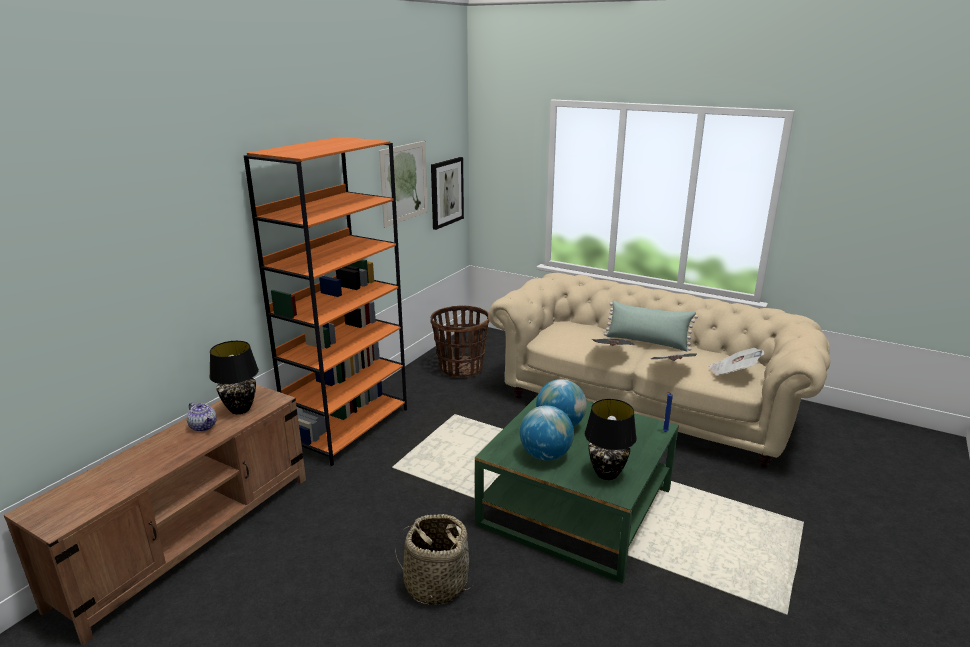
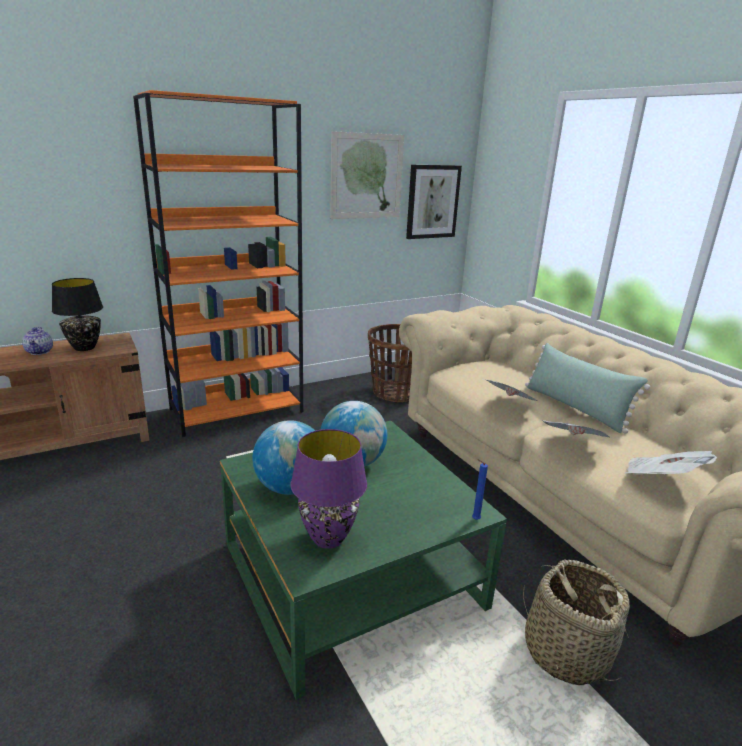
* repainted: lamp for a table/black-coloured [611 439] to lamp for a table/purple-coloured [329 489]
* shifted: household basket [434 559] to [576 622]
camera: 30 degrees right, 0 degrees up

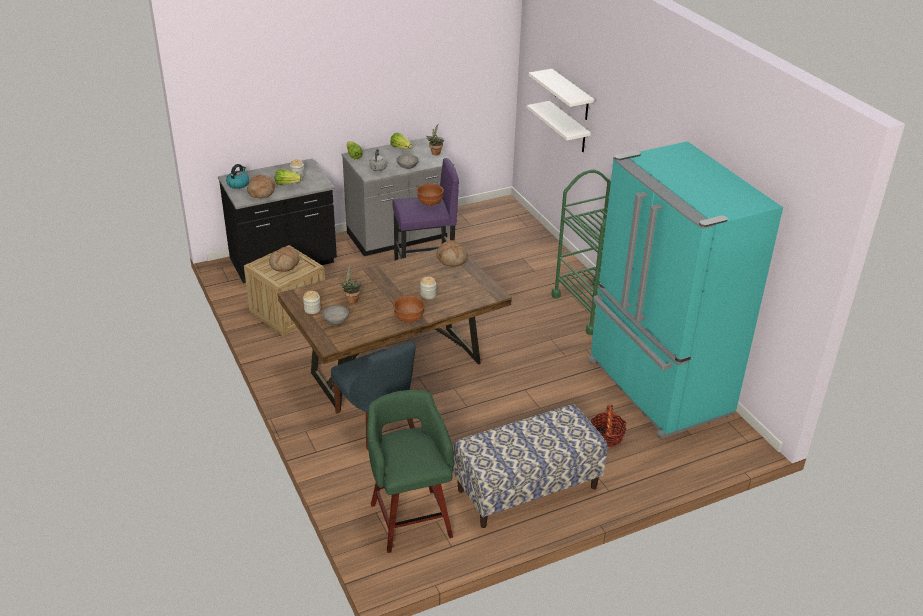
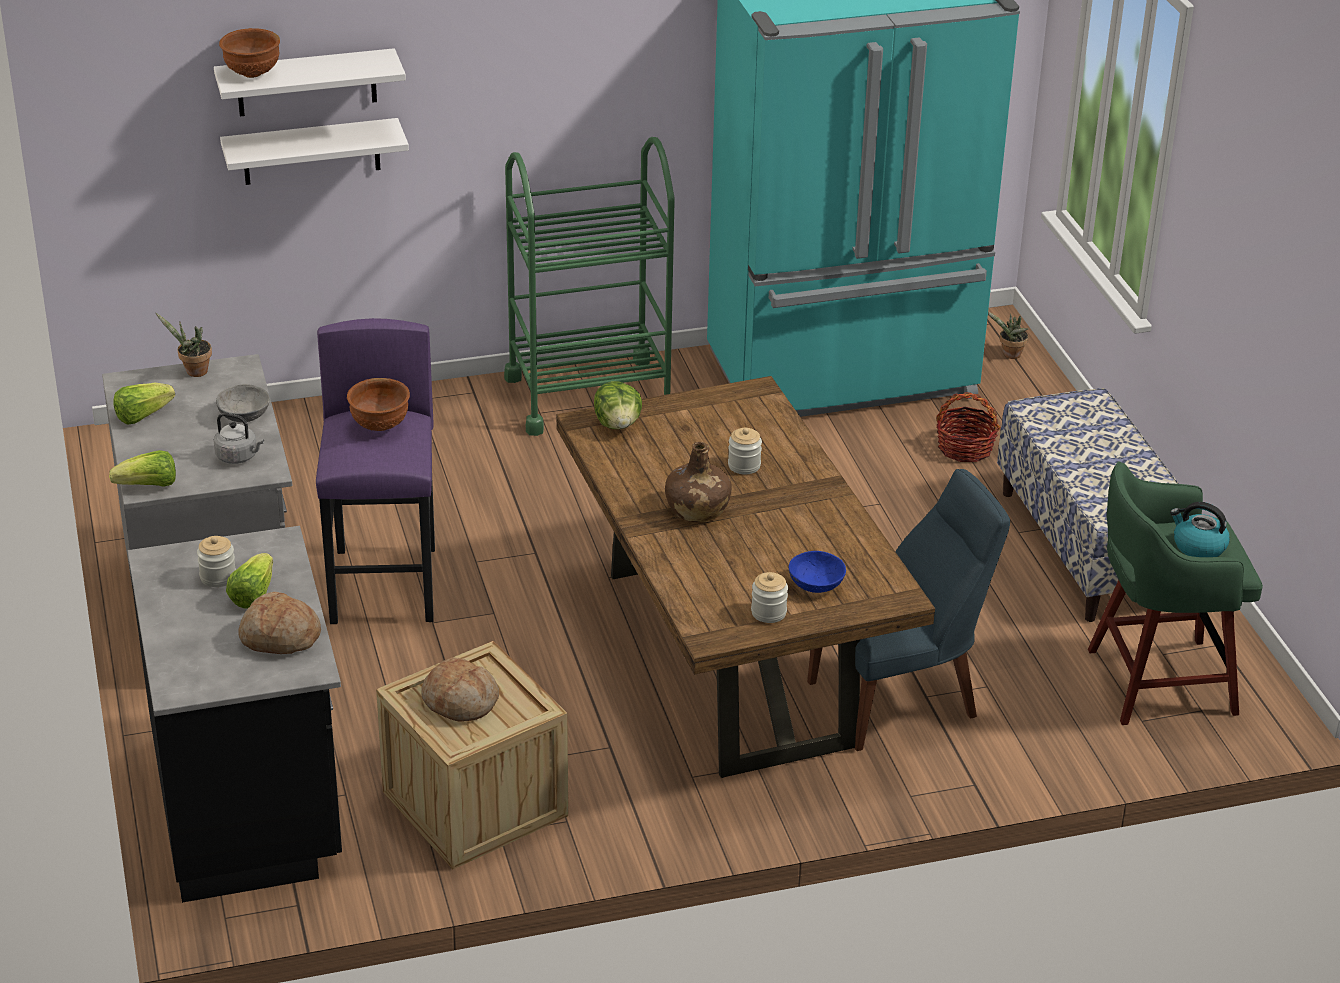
* shifted: water kettle [237 176] to [1200 529]
* swapped: bakery bread [452 253] to lettuce head [618 405]
* shifted: houseplant [350 284] to [1008 335]
* shifted: bowl/brown-coloured [409 309] to [249 53]
* repainted: bowl/grey [335 315] to bowl/bluish [817 572]
* new: beverage bottle/brown-coloured [698 482]
camera: 80 degrees left, 0 degrees up

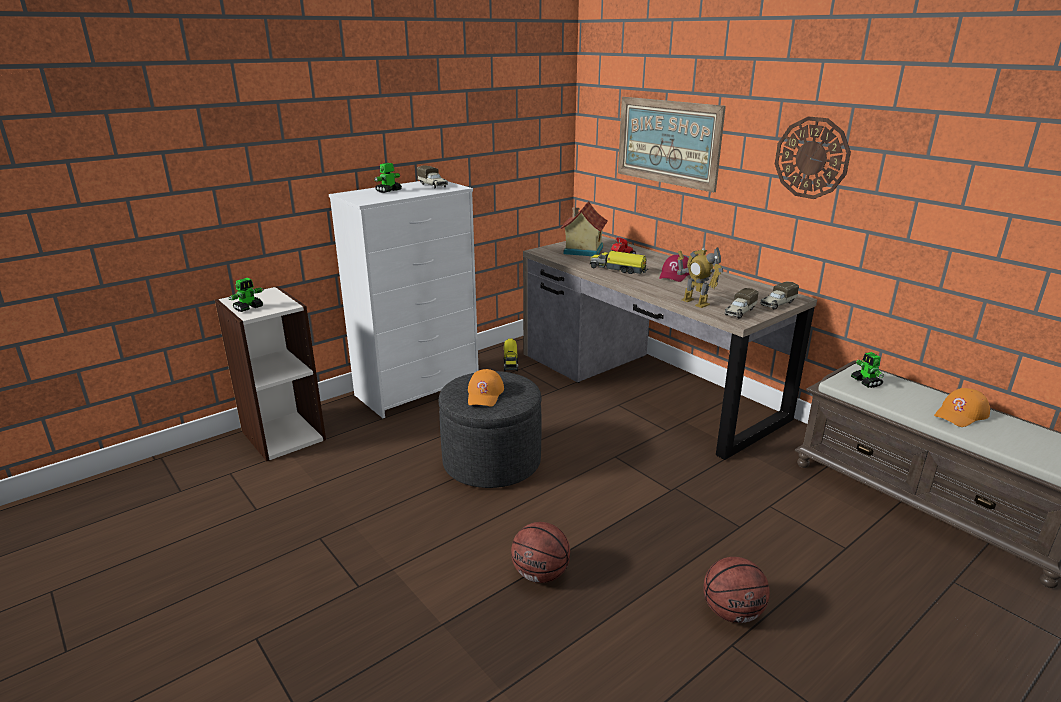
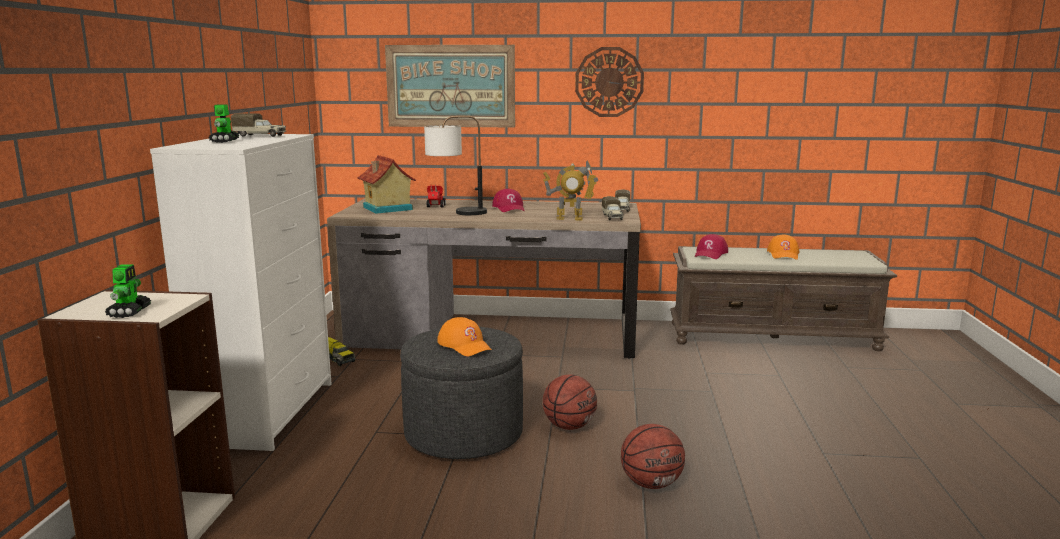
* swapped: model truck [619 262] to lamp for a table [455 165]
* swapped: model robot [867 370] to baseball cap/red [711 246]
* shifted: basketball [736 590] to [570 402]
camera: 45 degrees left, 10 degrees down

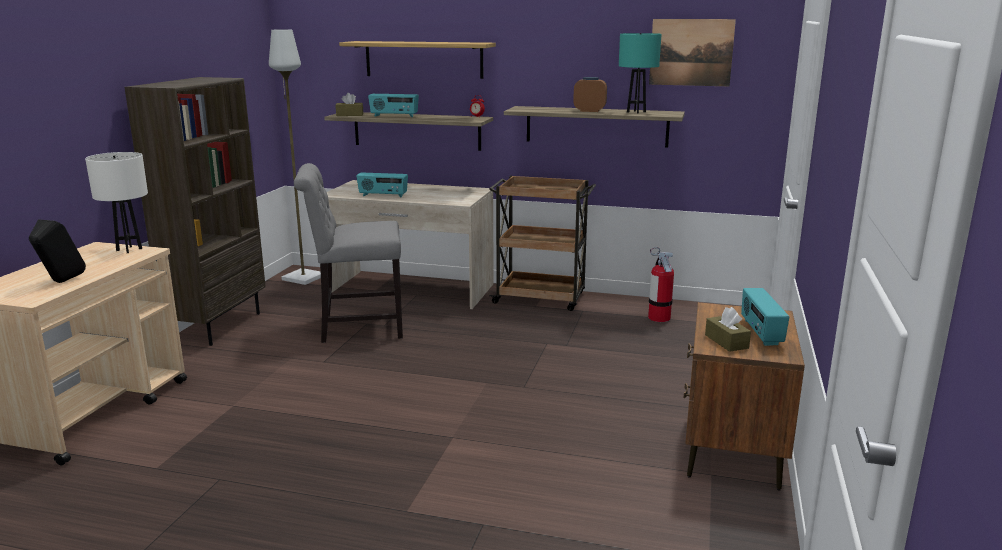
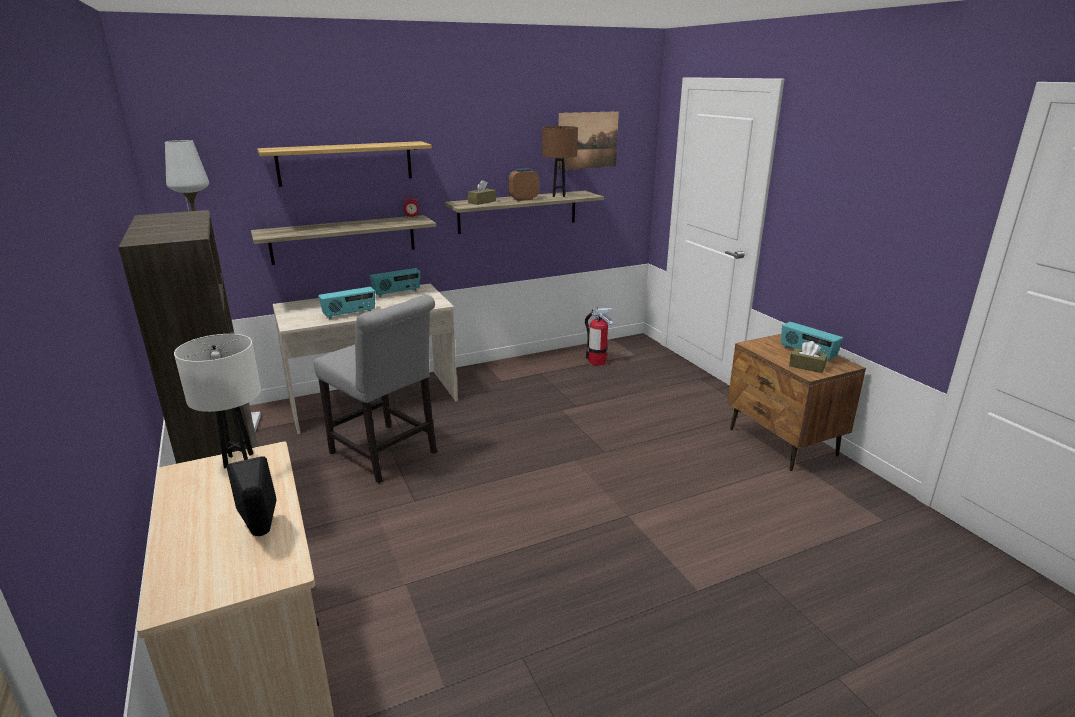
* repainted: lamp for a table/turquoise [640 73] to lamp for a table/brown-coloured [560 161]
* shifted: tissue holder/brown-coloured [349 104] to [482 192]
* shifted: radio [393 105] to [395 282]
* rotated: plain chair/grey [348 253] = [375 389] 90 degrees counterclockwise
* gone: cart/brown-coloured [542 243]
camera: 40 degrees left, 5 degrees up

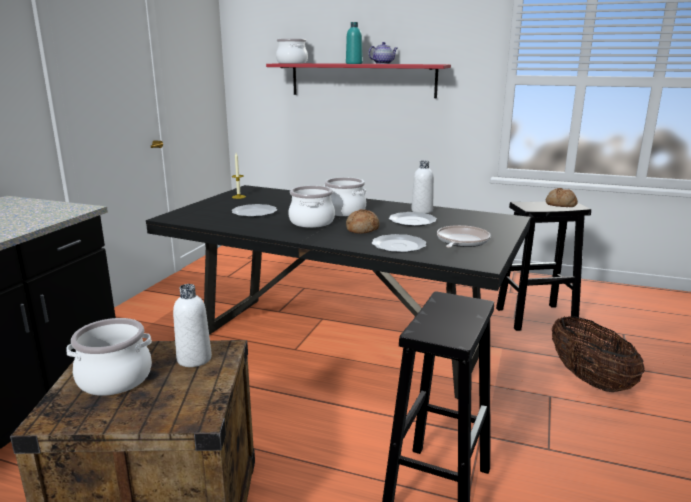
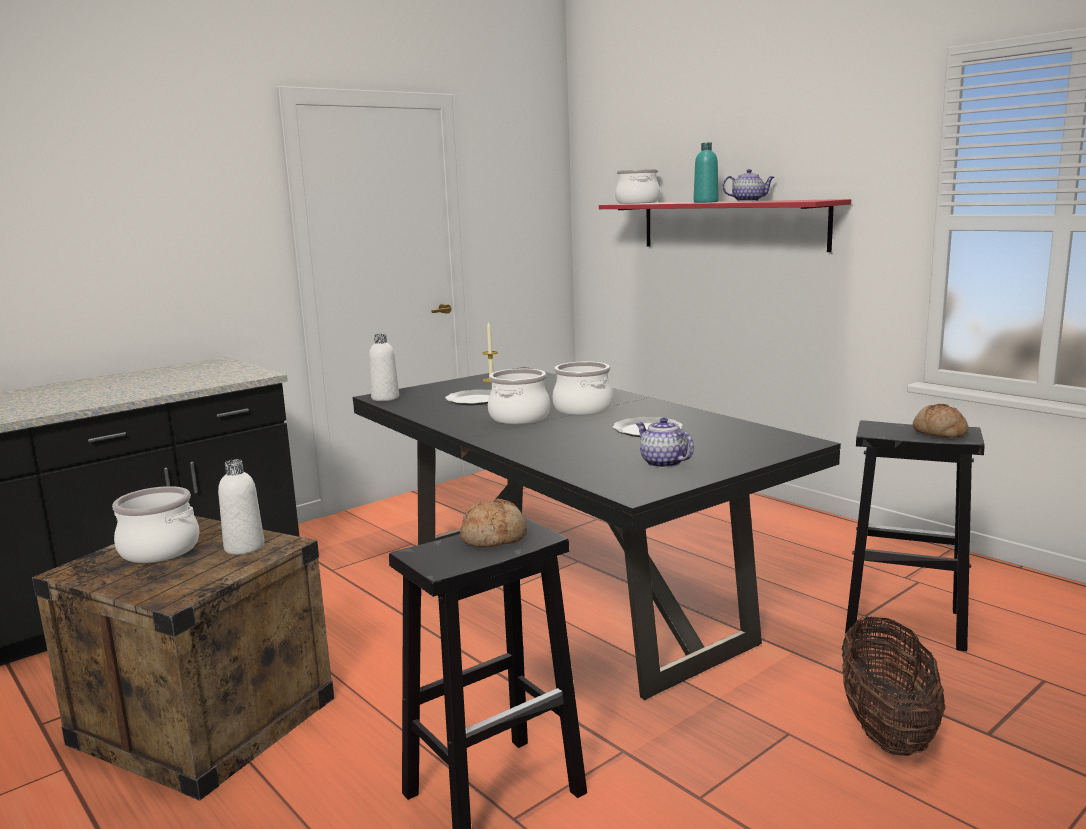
* shifted: beverage bottle/white [422 187] to [384 367]
* shifted: bakery bread [363 221] to [493 522]
* swapped: pan [464 236] to pot for tea [665 443]
* gone: plate [399 243]
camera: 30 degrees right, 5 degrees down

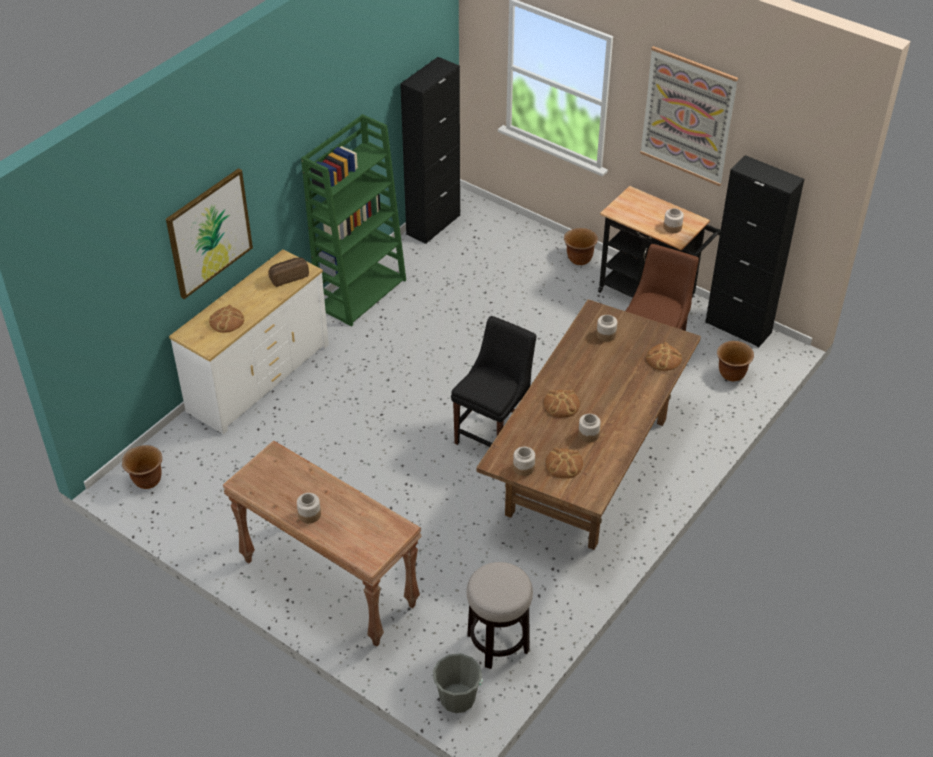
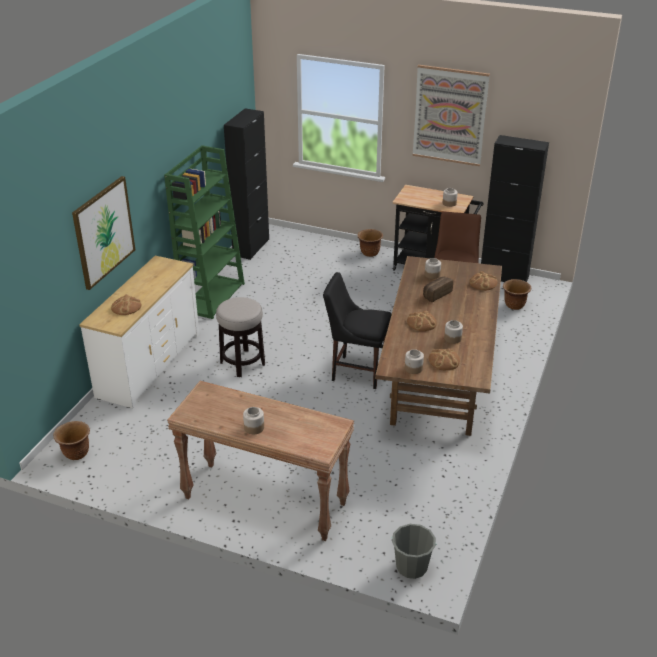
* shifted: bakery bread [288 272] to [438 289]
* rotated: plain chair/black-coloured [493 381] = [357 330] 90 degrees counterclockwise
* shifted: stool [499 615] to [240 337]
camera: 15 degrees left, 10 degrees down

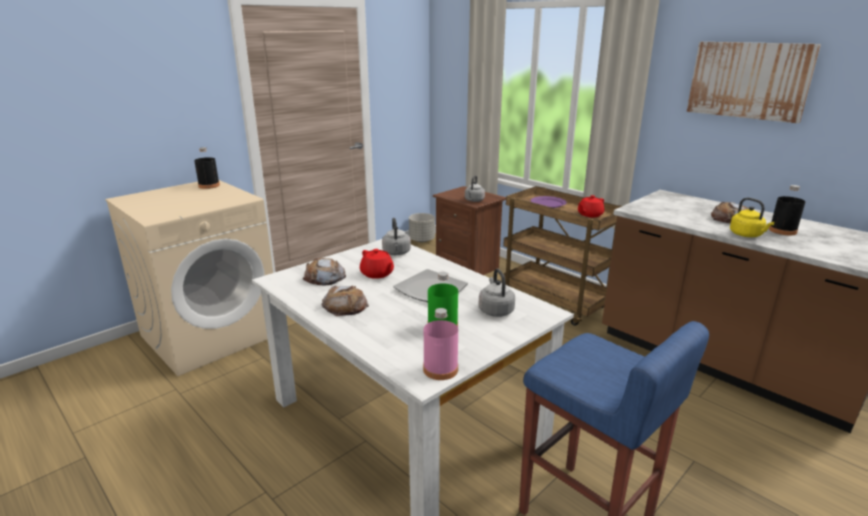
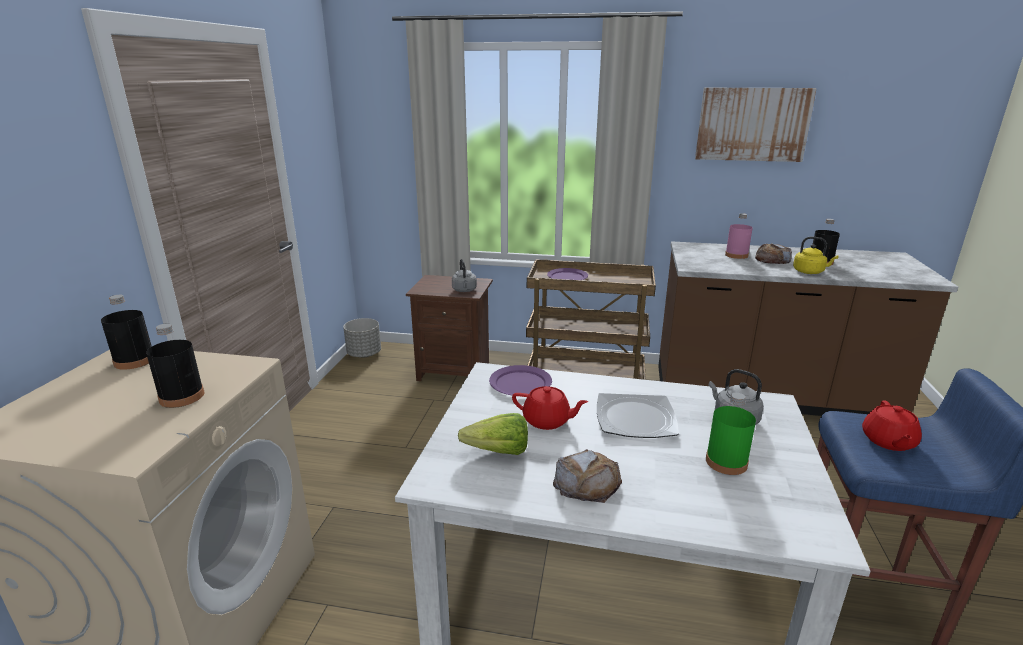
* shifted: pot for tea/red [591 206] to [892 426]
* swapped: water kettle/grey [396 236] to plate/purple-coloured [520 380]
* swapped: bakery bread [324 272] to lettuce head [493 434]
* shifted: beverage bottle/pinkish [440 344] to [739 236]
* new: beverage bottle/black-coloured [175 365]
camera: 35 degrees left, 0 degrees up

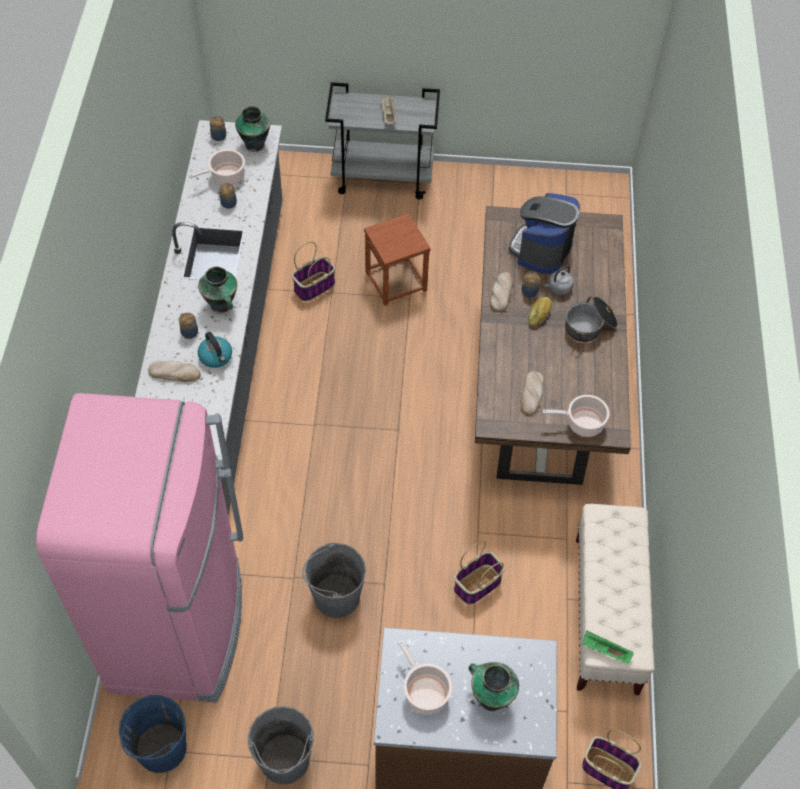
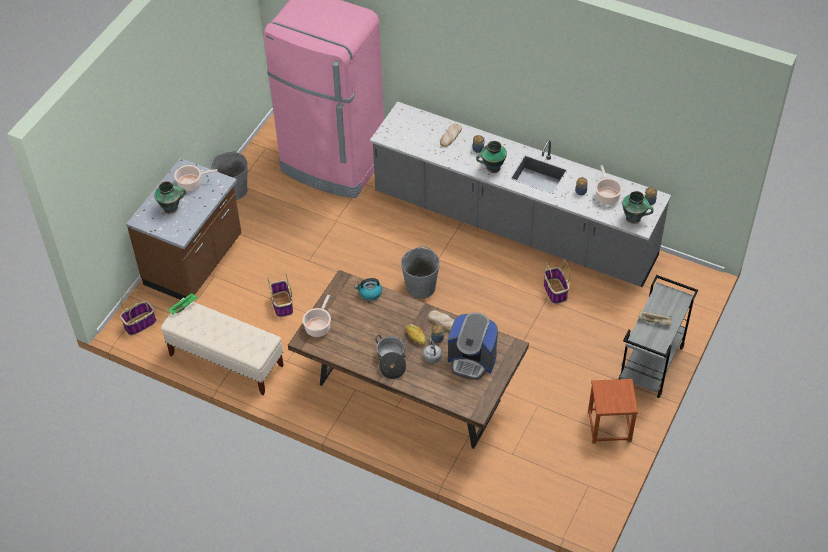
* rotated: coffee machine [544 233] = [473 346] 150 degrees clockwise
* shifted: stool/brown-coloured [397 260] to [613 411]
* shifted: water kettle [215 350] to [368 289]
* gone: bakery bread [532 393]
* shifted: bucket/grey [334 580] to [420 272]
* gone: bucket/bluish [153 734]
camera: 115 degrees right, 5 degrees down

